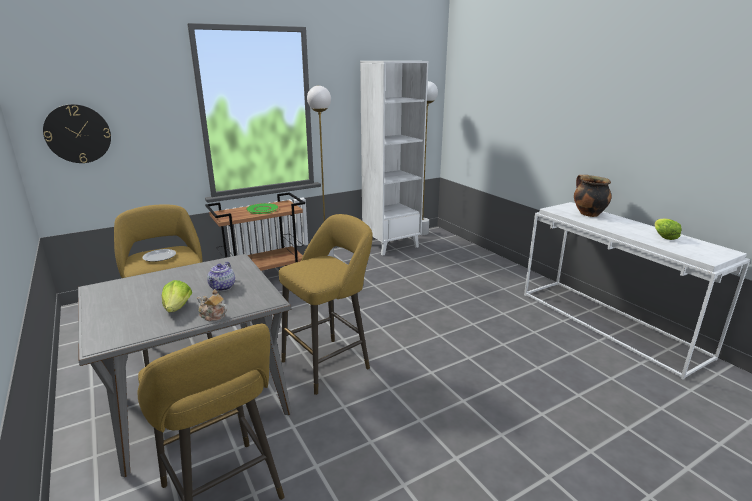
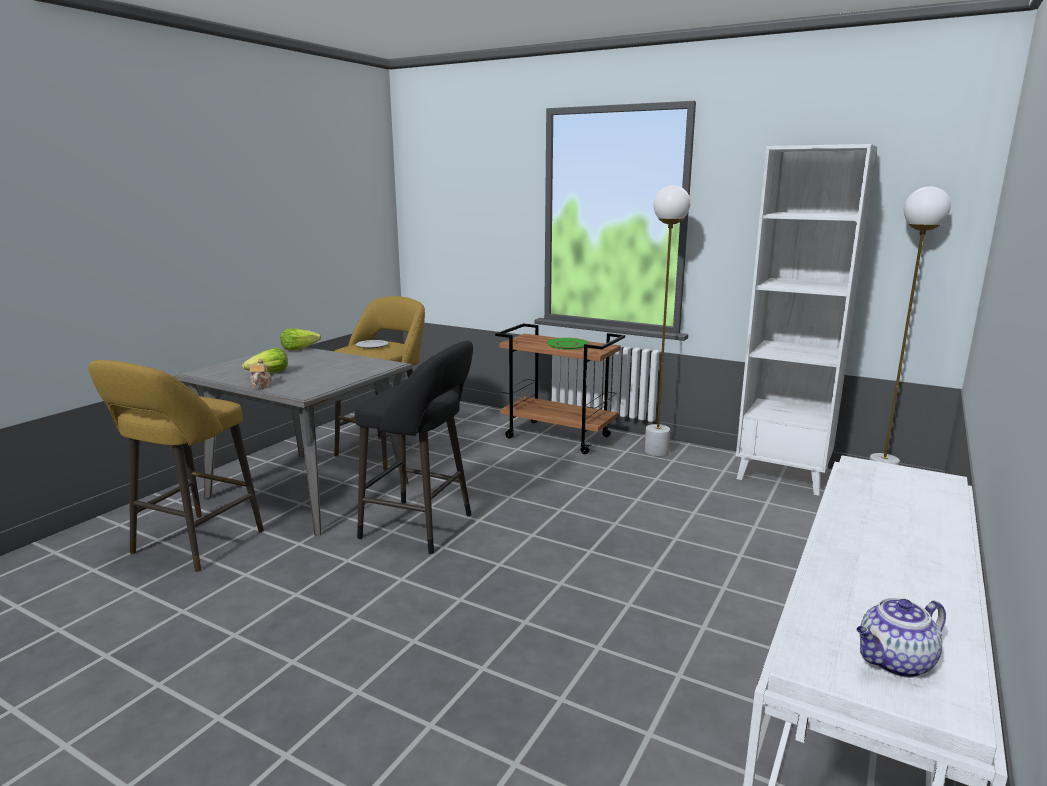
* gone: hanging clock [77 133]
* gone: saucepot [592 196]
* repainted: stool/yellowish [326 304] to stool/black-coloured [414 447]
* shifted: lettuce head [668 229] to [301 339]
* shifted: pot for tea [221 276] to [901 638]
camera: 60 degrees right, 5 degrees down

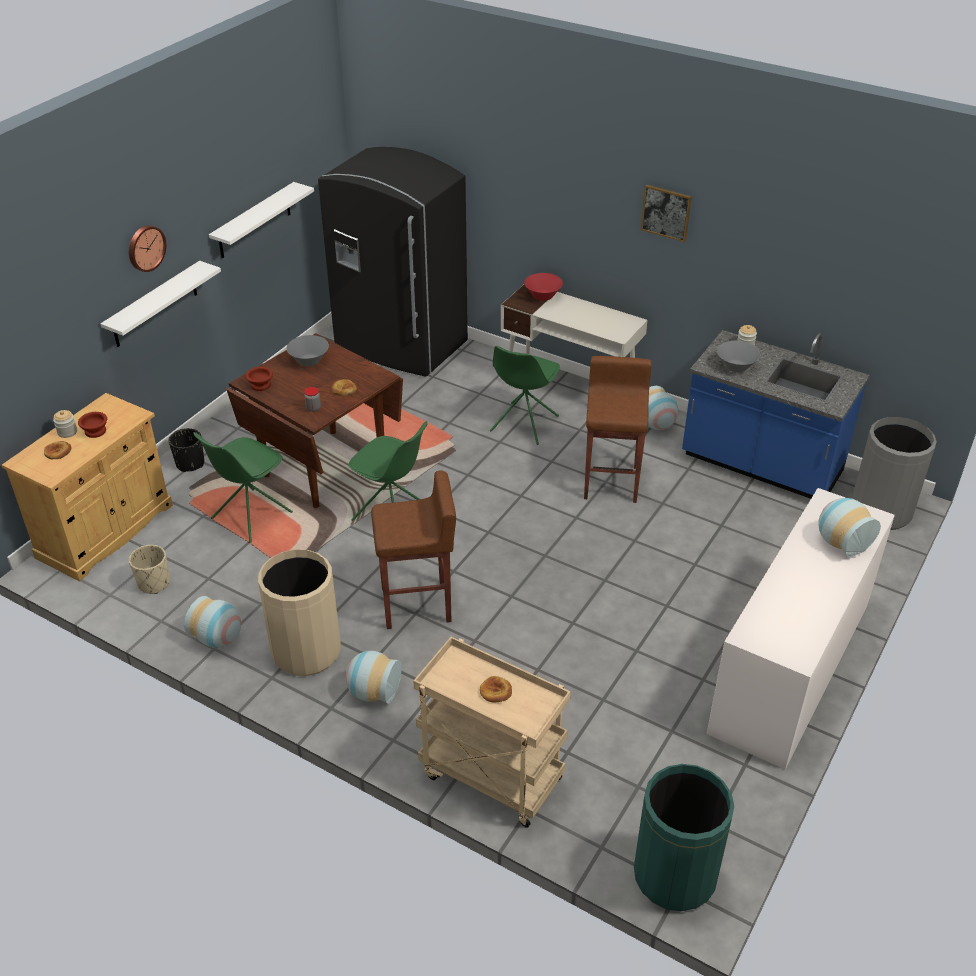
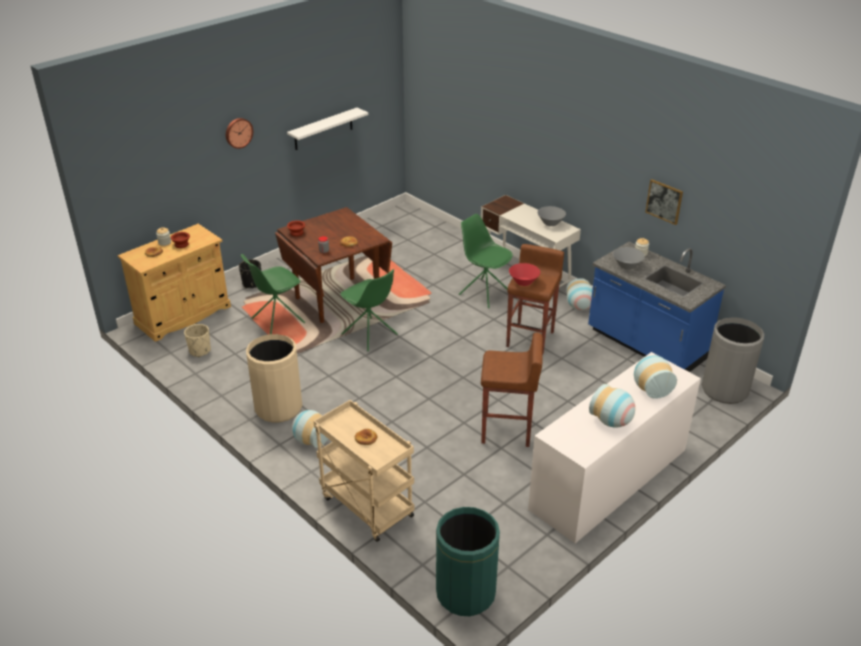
* gone: fridge/black-coloured [393 262]
* shifted: picture [666 213] to [664 202]
* gone: wall shelf/white [161 304]
* shifted: bowl/red [543 287] to [524 274]
* shifted: bowl/grey [307 350] to [551 216]
* rotated: plain chair/green-coloured [525 395] = [486 261] 90 degrees clockwise
* shifted: stool/brown-coloured [413 549] to [512 390]
* shifted: flower vase [212 621] to [612 406]
camera: 15 degrees right, 5 degrees down

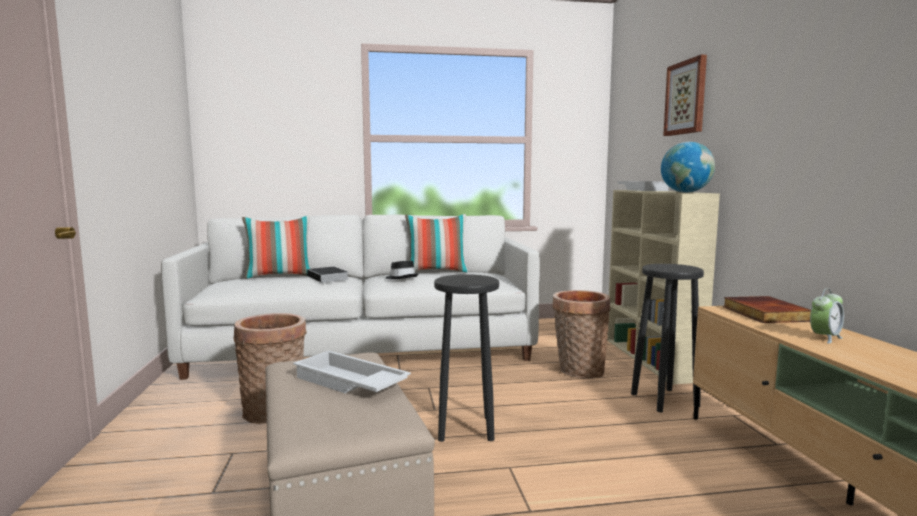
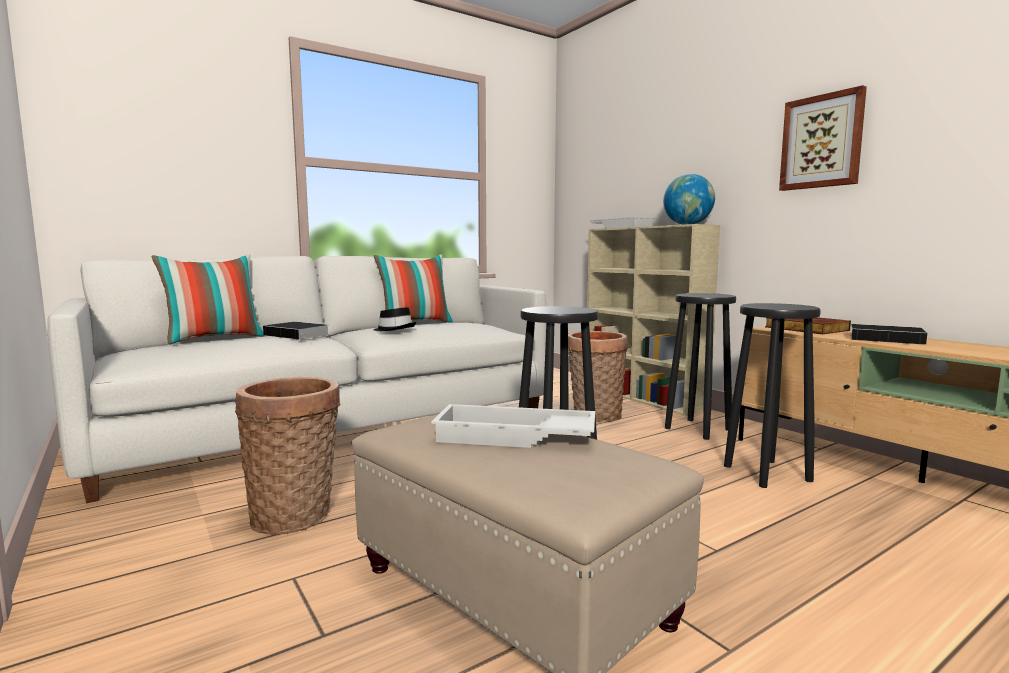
* shifted: picture [685 95] to [823 138]
* swapped: table clock [827 316] to bound book [895 334]
* new: stool/black-coloured [772 395]
camera: 25 degrees left, 0 degrees up

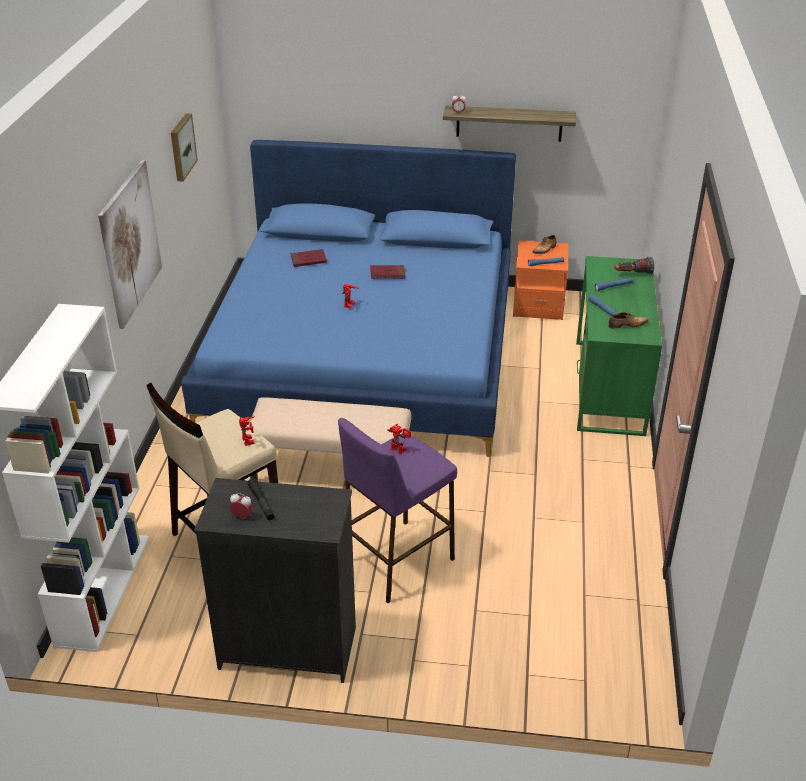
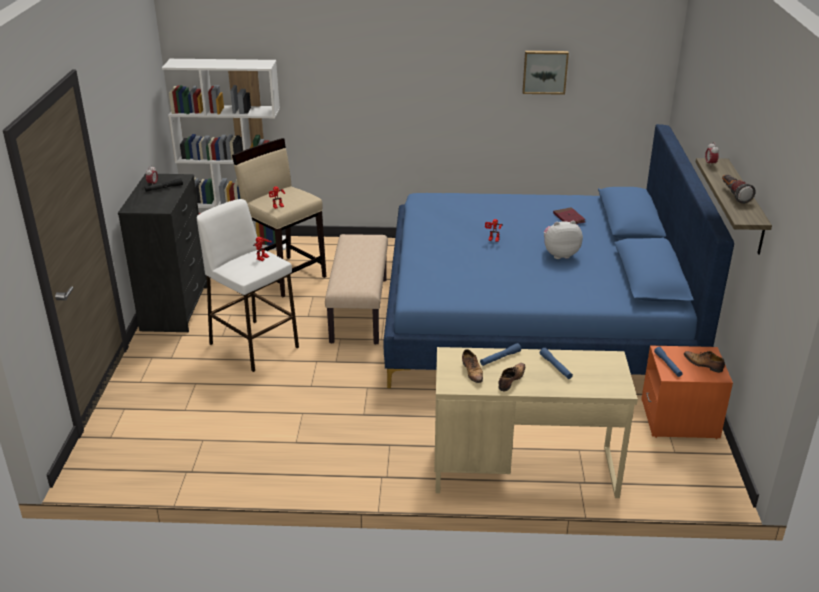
* gone: picture [130 244]
* repainted: desk table/green-coloured [619 346] to desk table/sand-coloured [536 422]
* shifted: flashlight [634 265] to [739 189]
* swapped: bound book/red [387 272] to plush toy [563 240]
* repainted: stool/purple-coloured [397 510] to stool/white [248 285]
* new: shoe [511 377]
camera: 85 degrees right, 5 degrees down

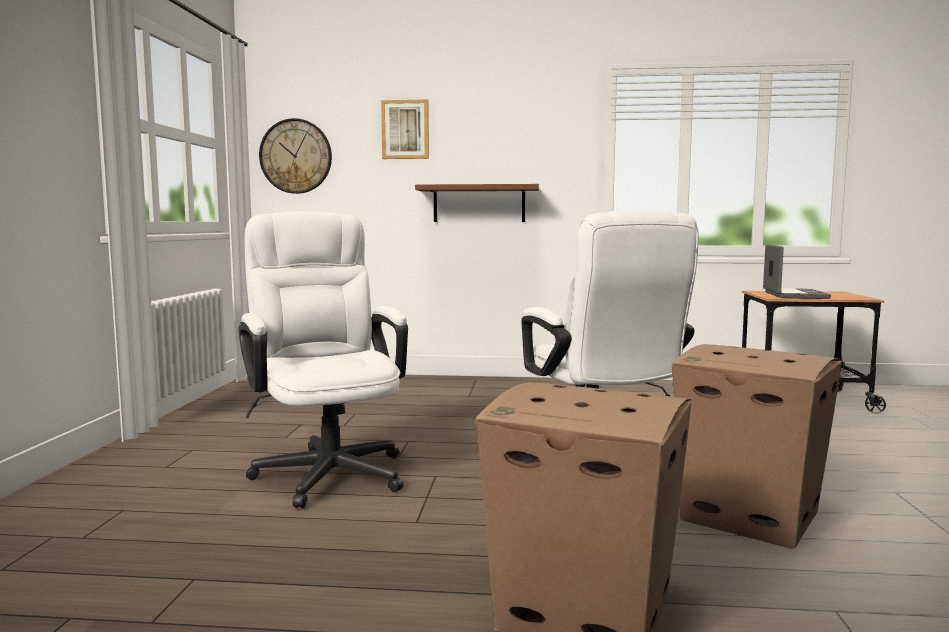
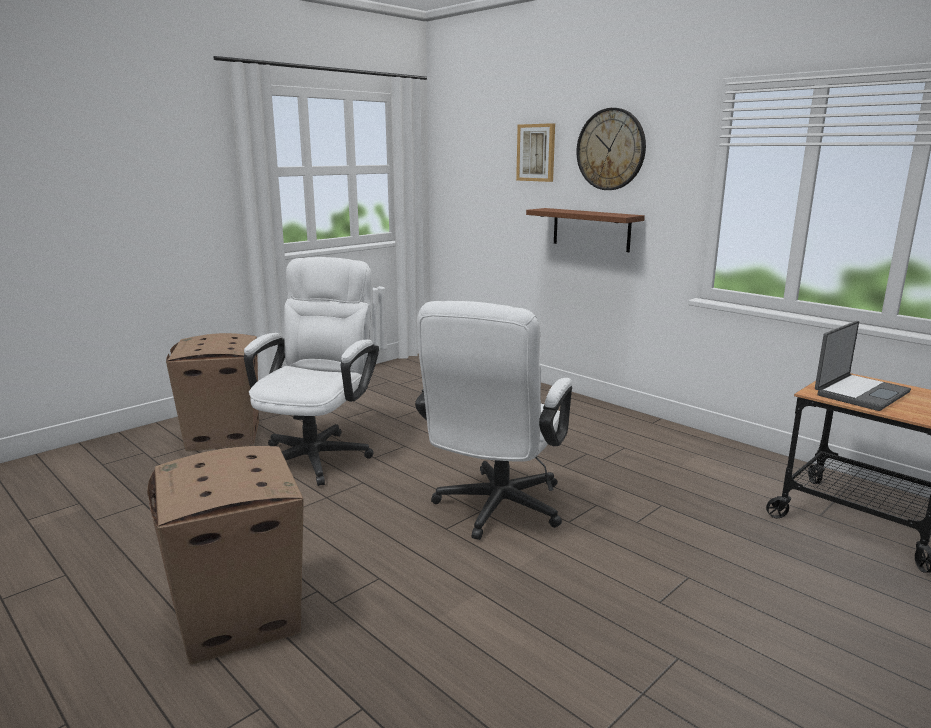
* shifted: hanging clock [295 156] to [611 149]
* shifted: cardboard box [757 446] to [212 392]
camera: 40 degrees right, 10 degrees up

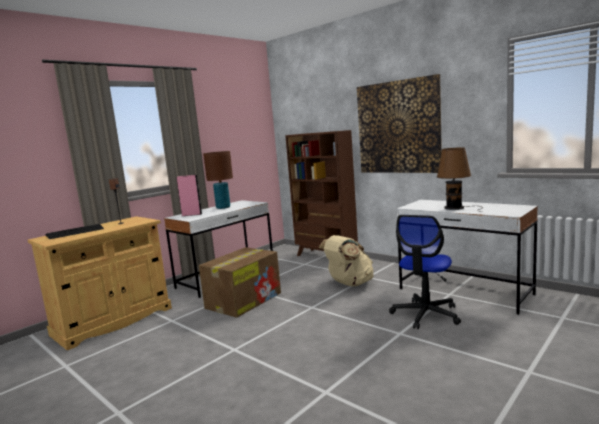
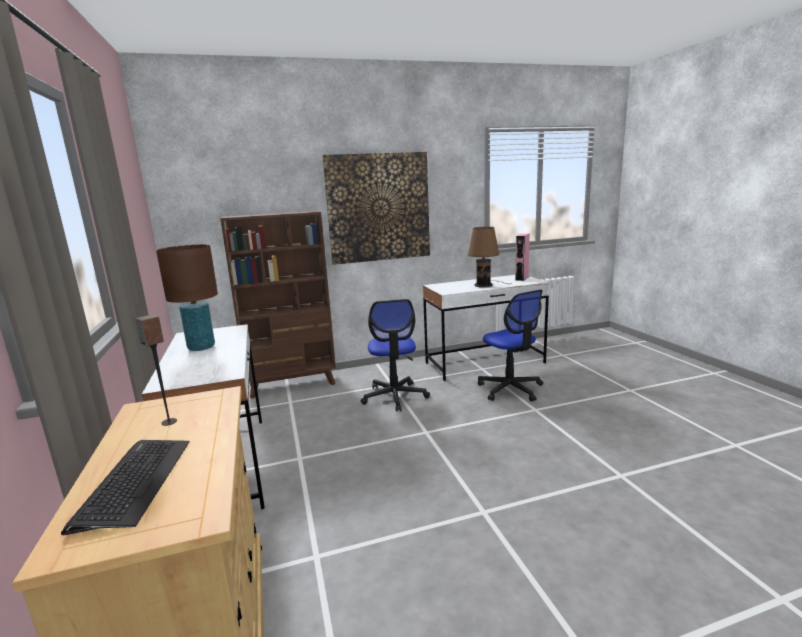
* shifted: audio speaker/pinkish [189 195] to [522 257]
* swapped: knapsack/sand-coloured [346 260] to office chair [395 355]
* gone: cardboard box [240 282]
camera: 60 degrees left, 5 degrees up

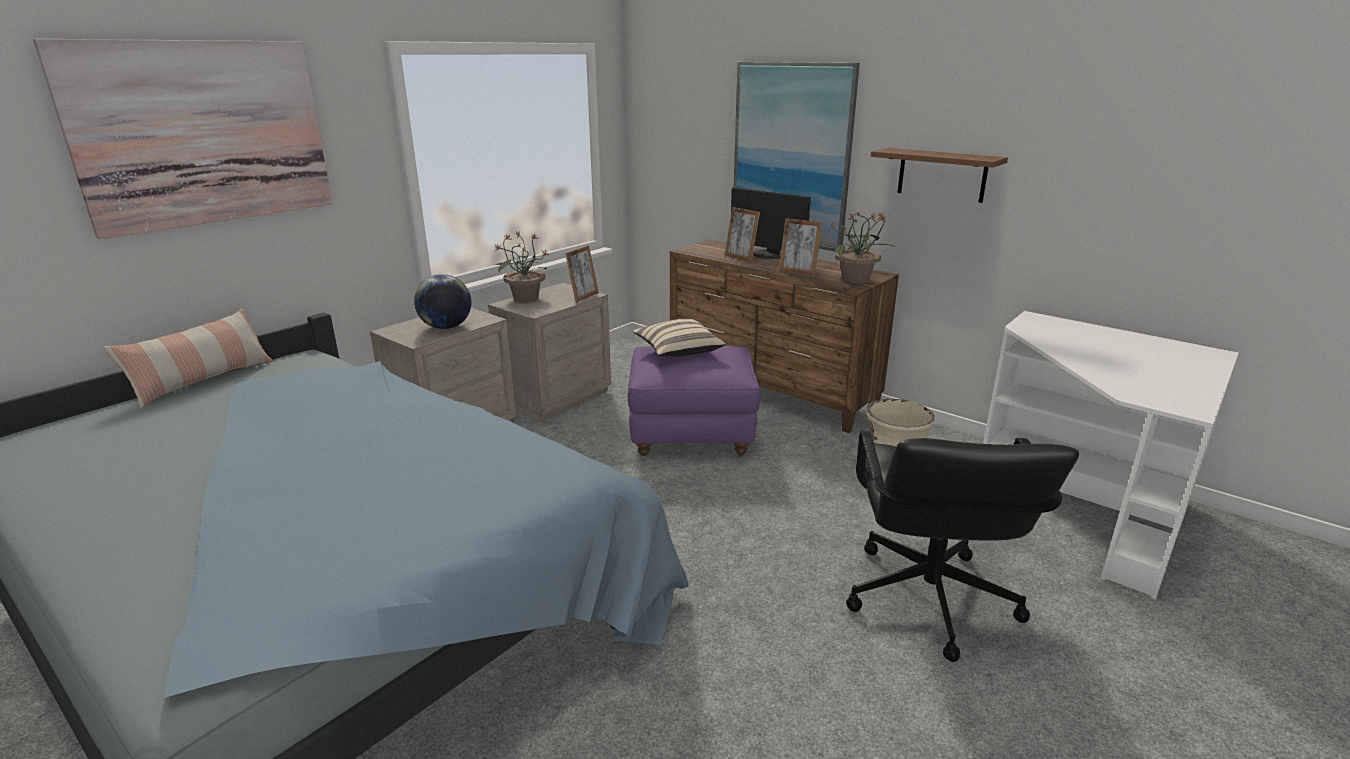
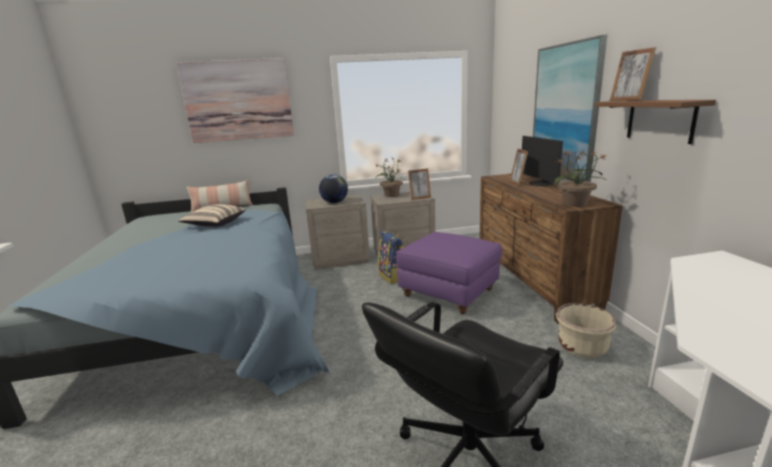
* shifted: standing frame [801 247] to [633 74]
* shifted: pillow/sand-coloured [679 338] to [212 215]
* new: knapsack [391 257]
camera: 40 degrees right, 5 degrees down

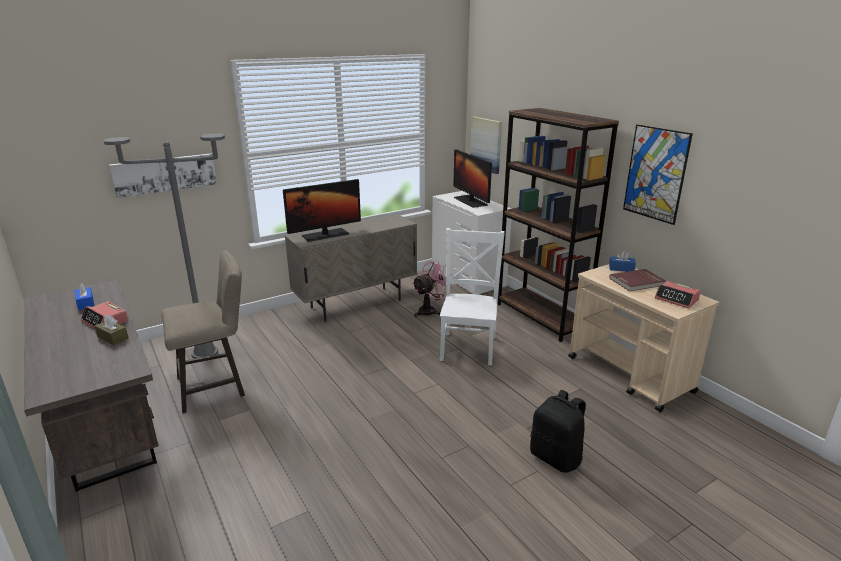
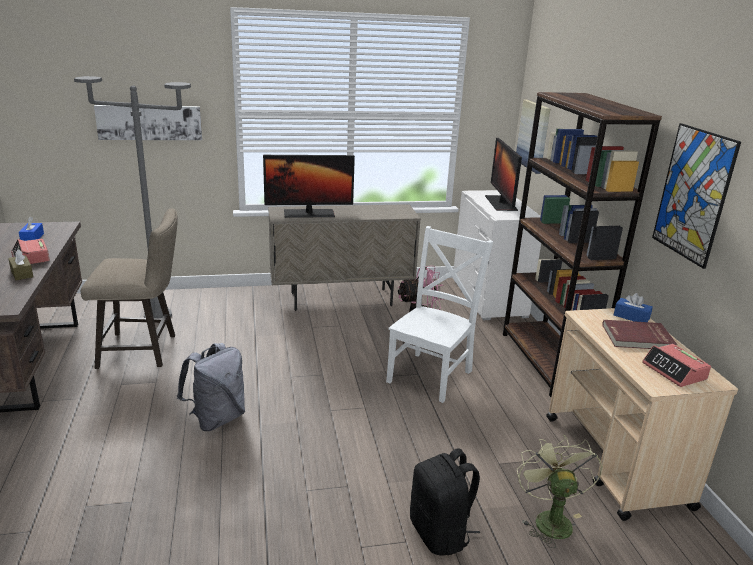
* new: knapsack/grey [211 387]
* new: cooling fan/green-coloured [560 491]
camera: 20 degrees right, 0 degrees up

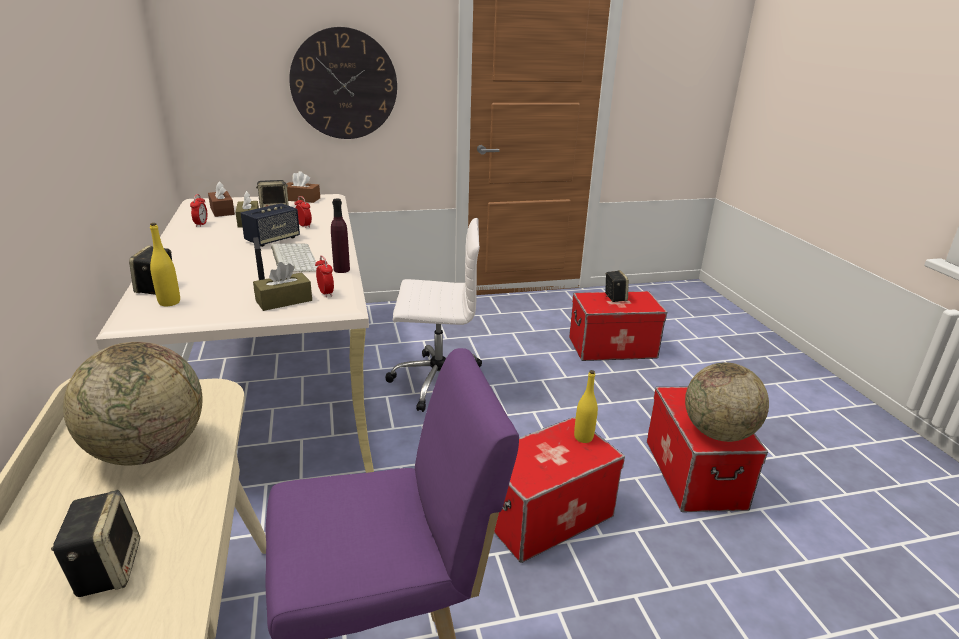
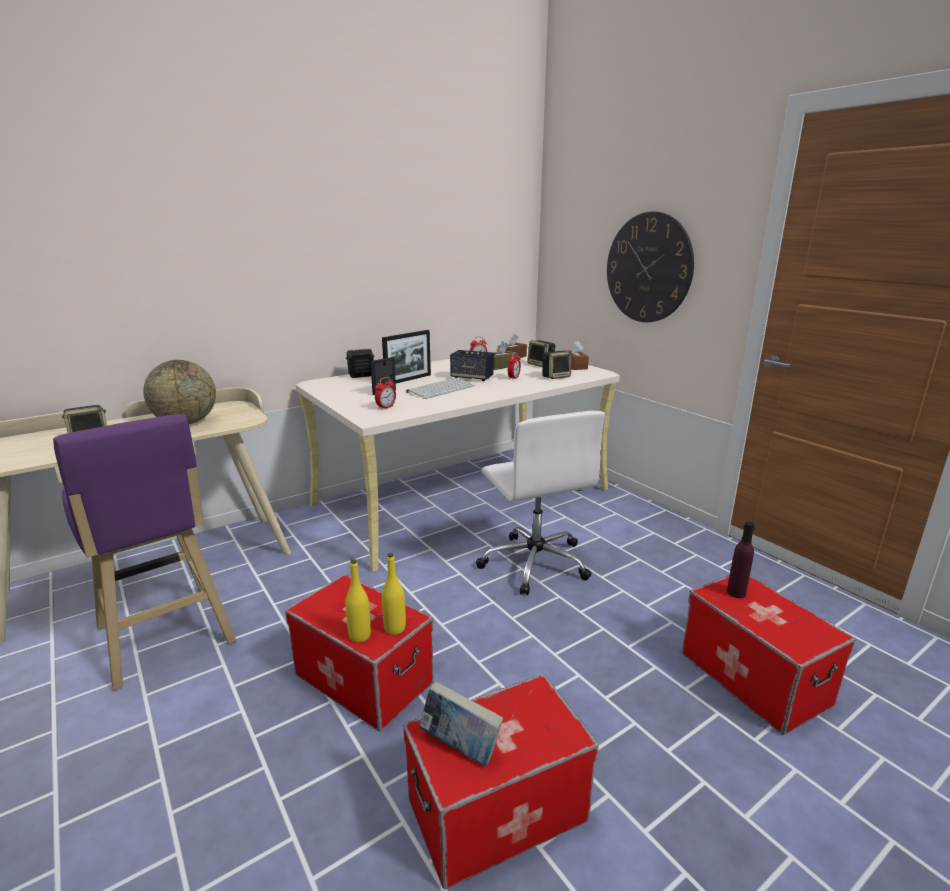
* shifted: beverage bottle/purple-coloured [340 236] to [741 560]
* shifted: beverage bottle/yellowish [165 264] to [358 600]
* gone: tissue holder/brown-coloured [282 286]
* shifted: audio speaker [617 286] to [557 365]
* swapped: desk globe [727 402] to bound book [461 723]
* new: standing frame [406 356]
camera: 70 degrees right, 5 degrees down

